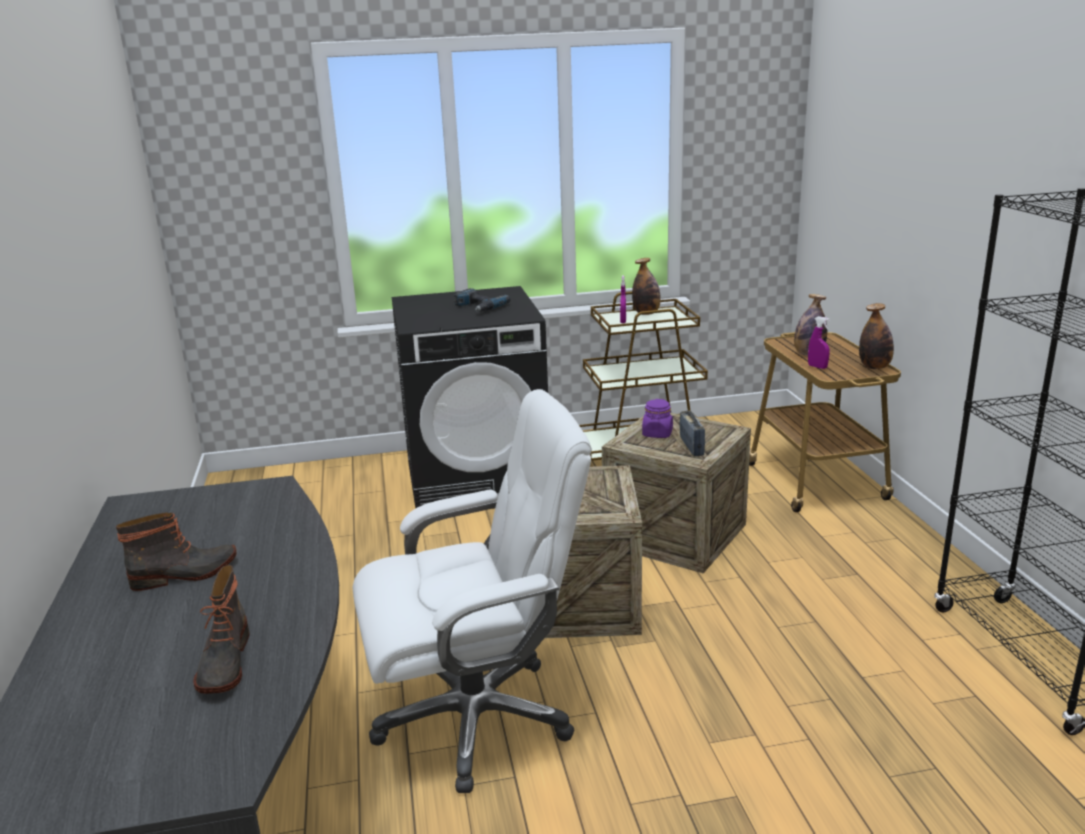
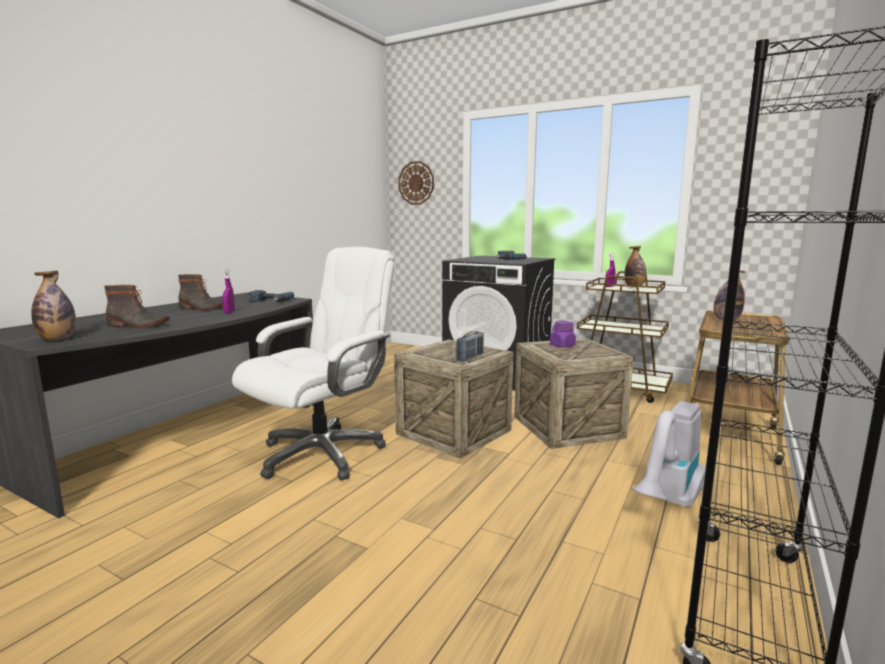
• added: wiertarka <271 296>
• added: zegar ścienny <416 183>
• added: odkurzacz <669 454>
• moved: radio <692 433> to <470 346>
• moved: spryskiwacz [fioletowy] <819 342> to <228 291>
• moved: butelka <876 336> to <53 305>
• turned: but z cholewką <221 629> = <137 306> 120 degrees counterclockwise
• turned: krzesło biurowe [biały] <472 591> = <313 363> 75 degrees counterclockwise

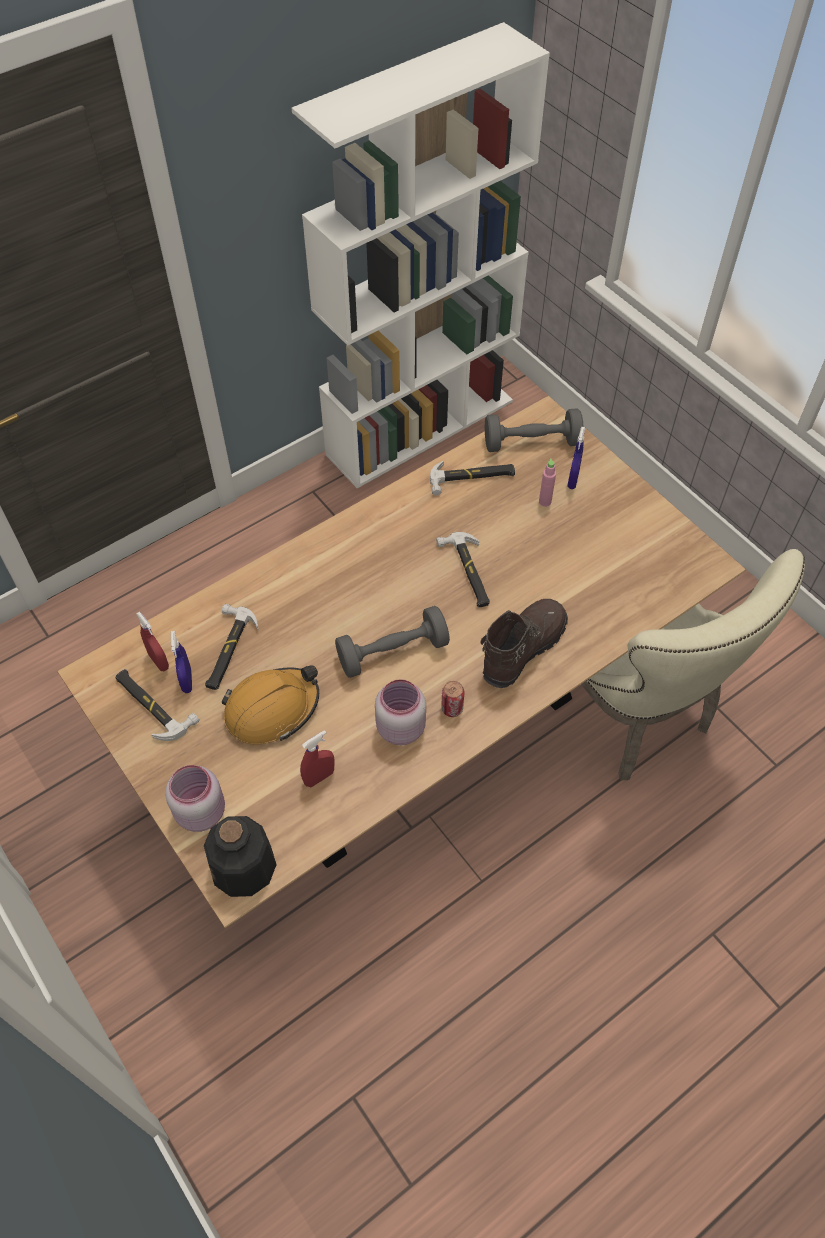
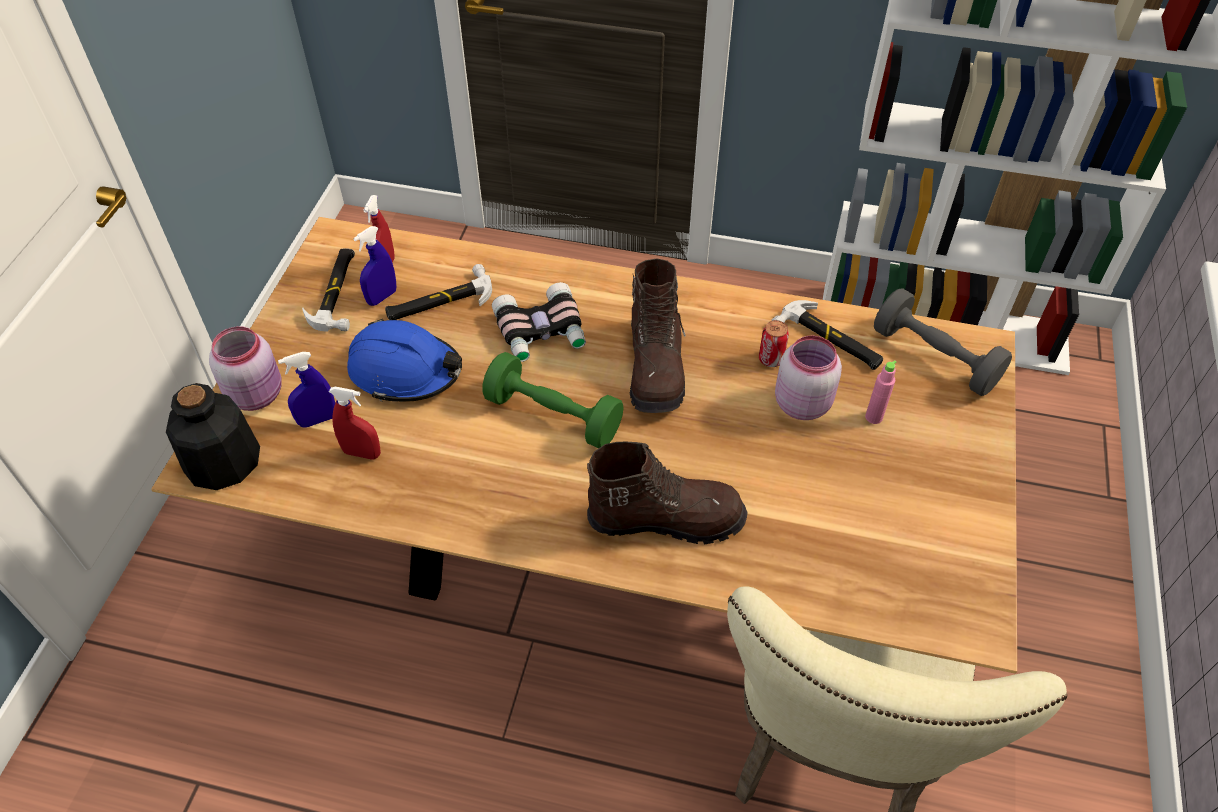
• removed: młotek <463 569>
• added: lornetka <539 322>
• added: but z cholewką [brązowy] <658 335>
• moved: słoik [różowy] <400 712> to <808 378>
• moved: puszka <453 699> to <774 343>
• moved: spryskiwacz [niebieski] <576 458> to <306 390>
• recoloured: kask [pomarańczowy] <270 705> to kask [niebieski] <404 360>
• recoloured: hantel [szary] <392 642> to hantel [zielony] <553 400>

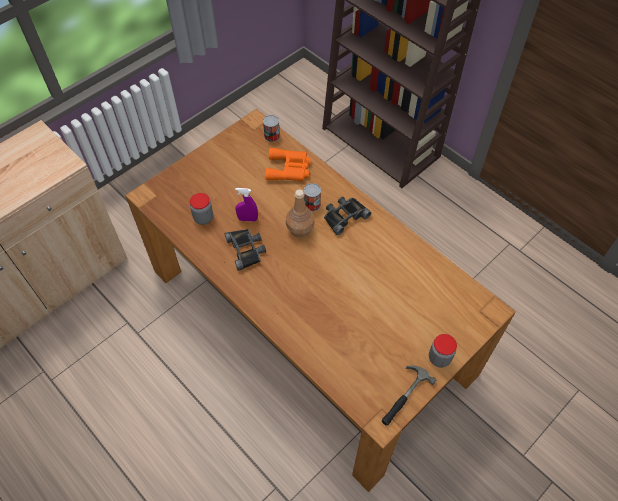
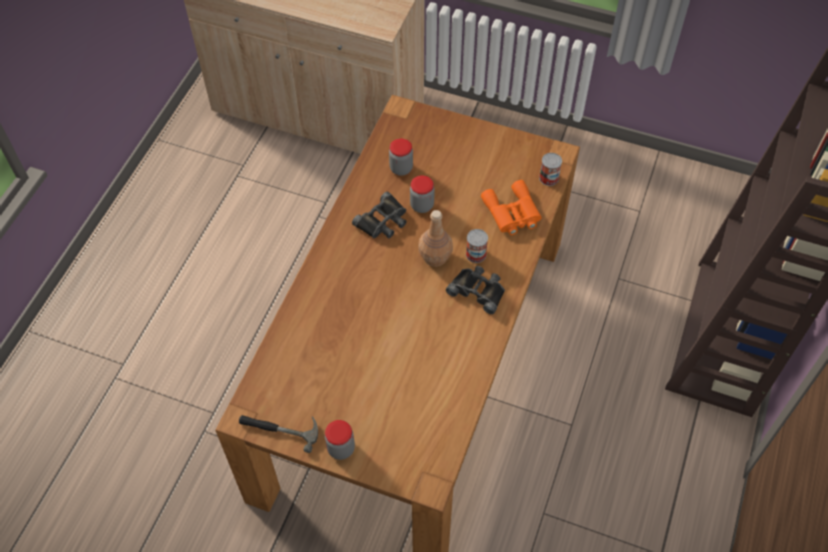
• replaced: spryskiwacz [fioletowy] <246 205> to słoik <422 194>

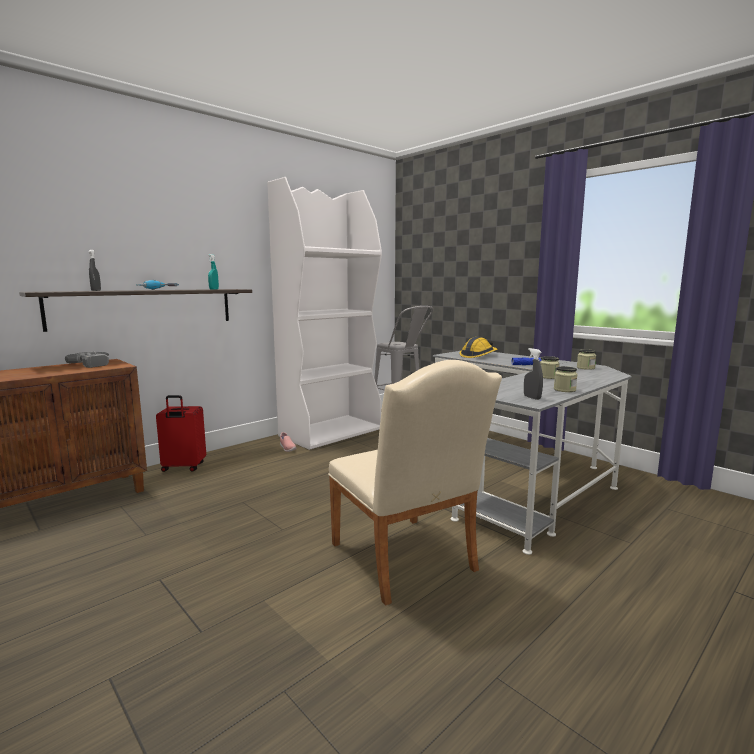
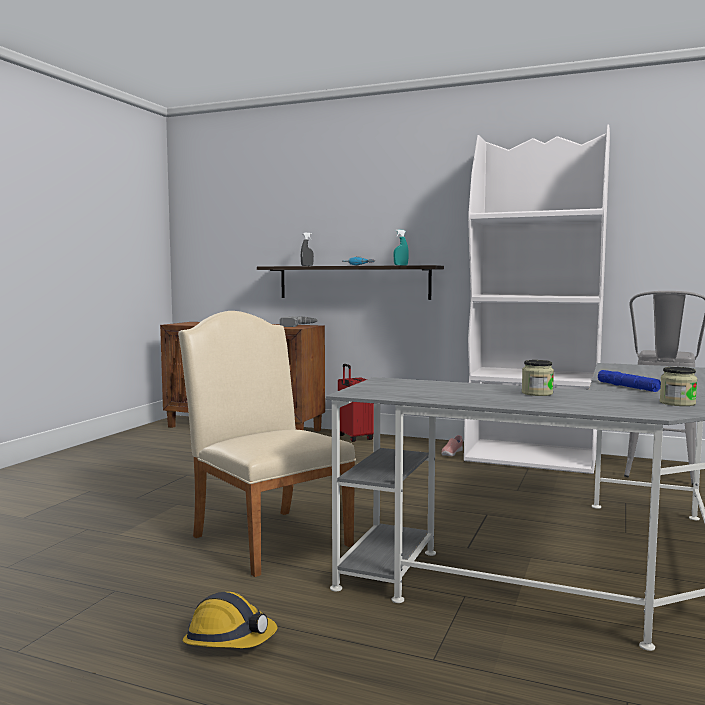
• removed: spryskiwacz [szary] <533 374>
• removed: słoik <566 379>
• moved: kask <478 347> to <230 620>
• turned: krzesło [beżowy] <415 483> = <267 444> 105 degrees clockwise

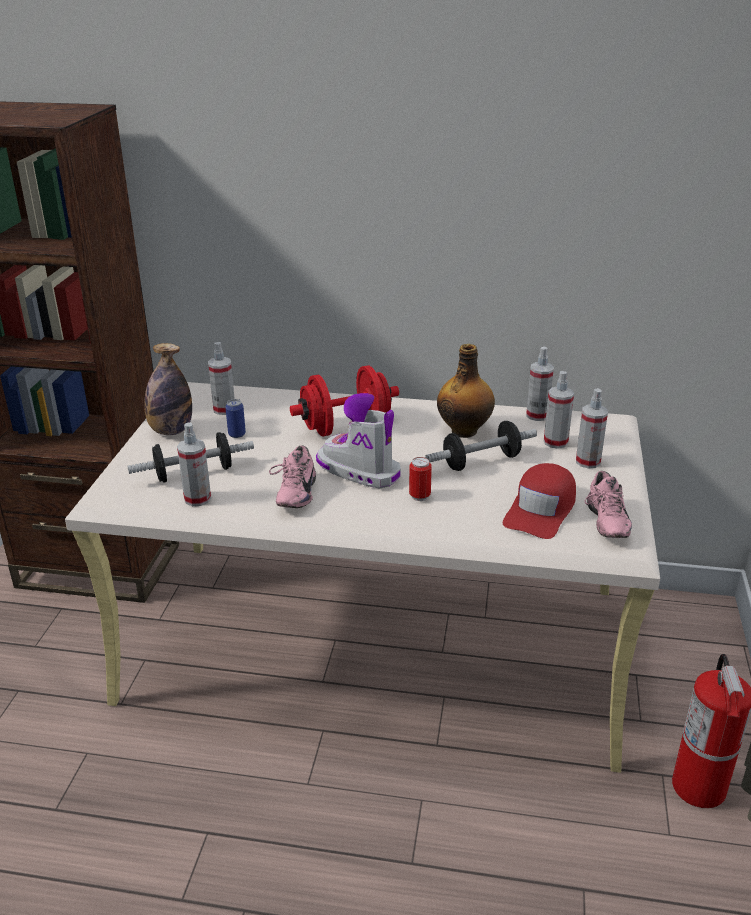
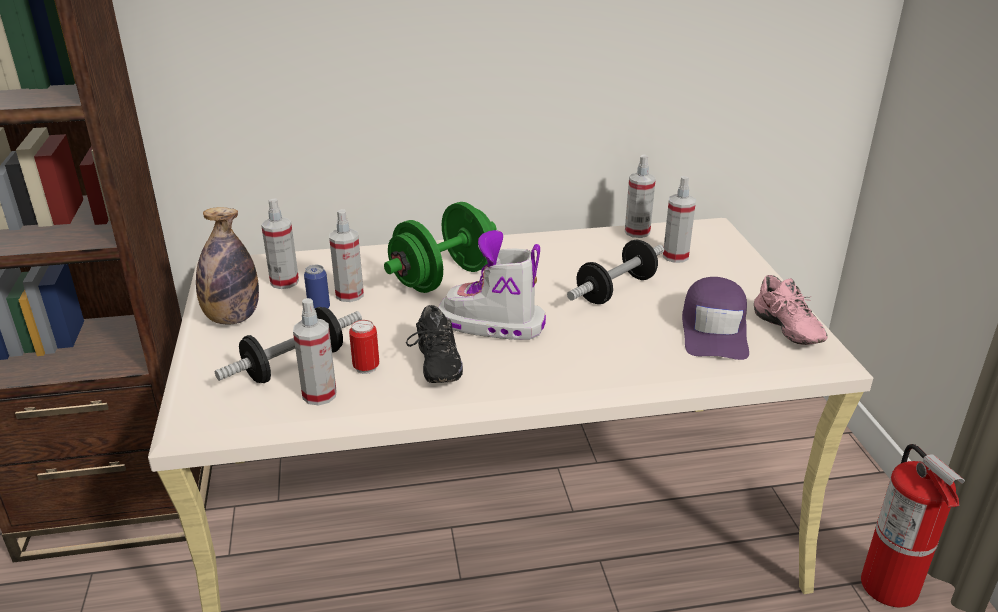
• removed: butelka <466 391>
• moved: puszka <420 479> to <364 347>
• moved: spryskiwacz <592 428> to <346 255>
• recoloured: but [różowy] <292 477> to but [czarny] <434 344>
• recoloured: hantel [czerwony] <344 401> to hantel [zielony] <440 247>
• recoloured: czapka z daszkiem [czerwony] <539 501> to czapka z daszkiem [fioletowy] <715 318>

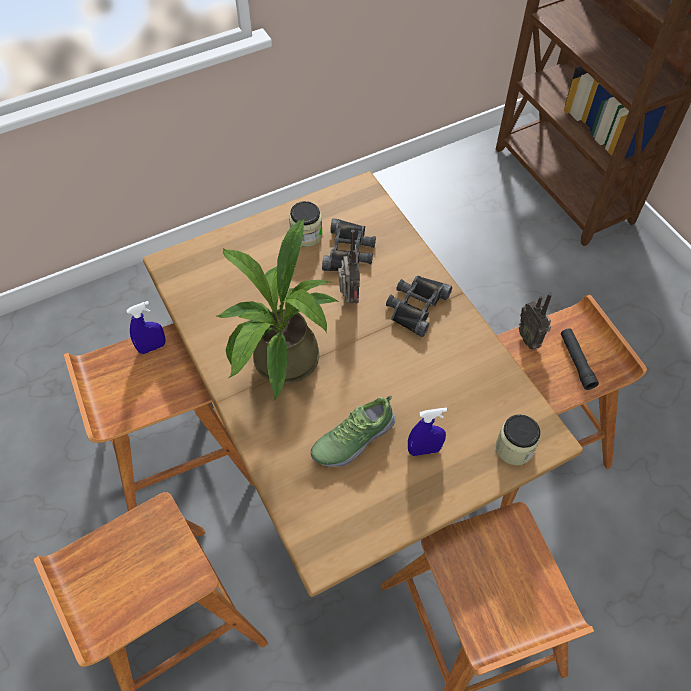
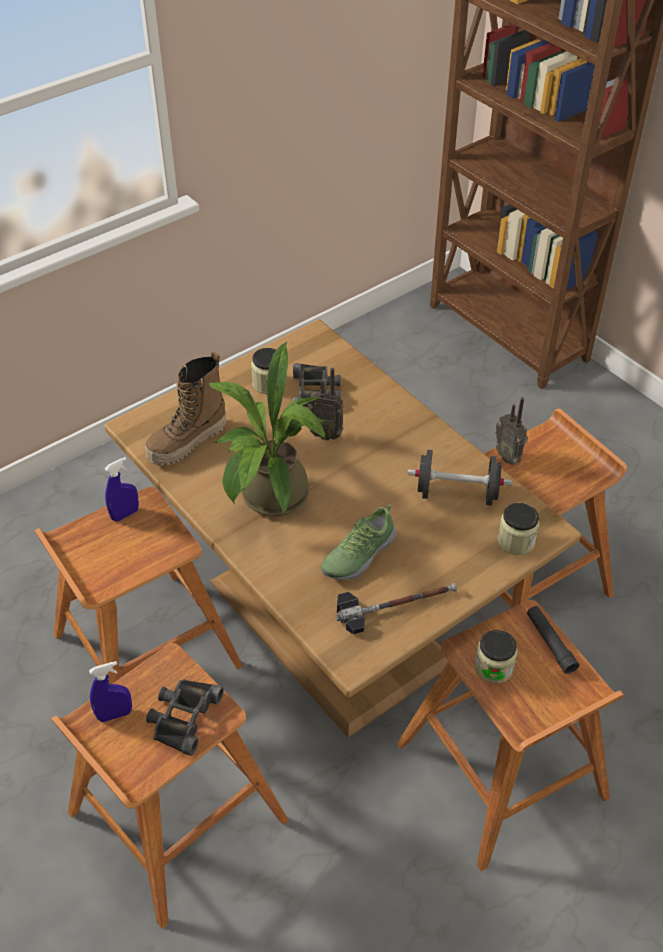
• added: but z cholewką <185 408>
• added: młotek <396 608>
• added: hantel [czarny] <459 477>
• added: słoik <496 657>
• moved: lornetka [czarny] <419 306> to <185 717>
• moved: spryskiwacz [niebieski] <427 432> to <110 691>
• moved: latarka [czarny] <580 359> to <553 640>
• turned: radio <349 267> = <324 404> 120 degrees clockwise

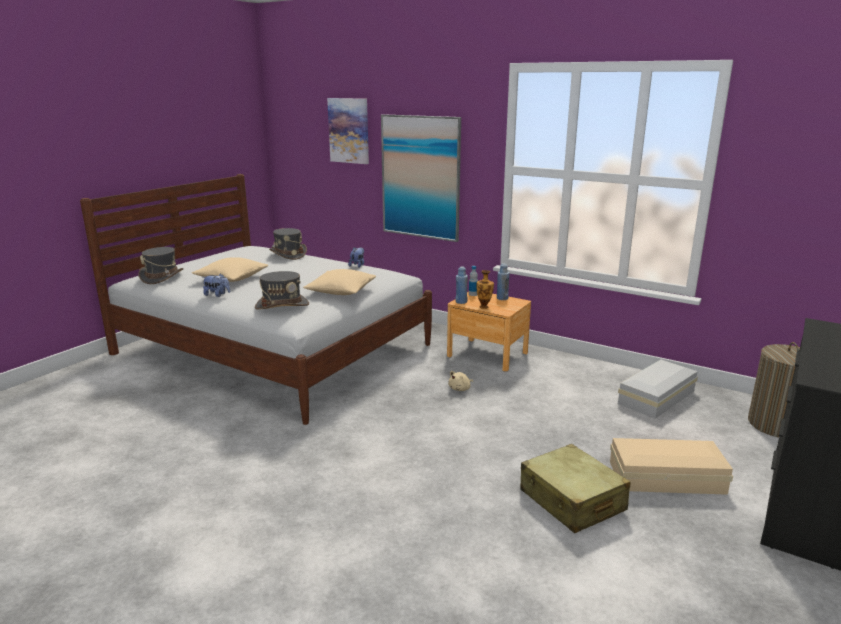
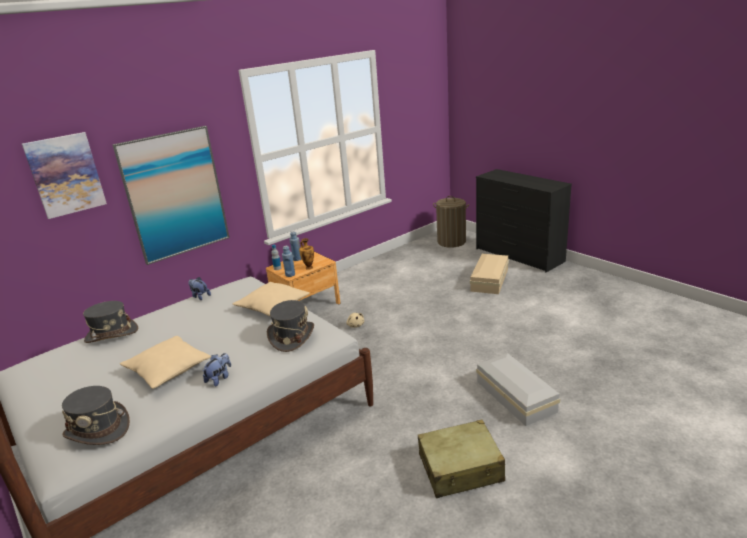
• moved: walizka [beżowy] <575 488> to <461 459>
• moved: pojemnik do przechowywania [biały] <658 389> to <518 389>

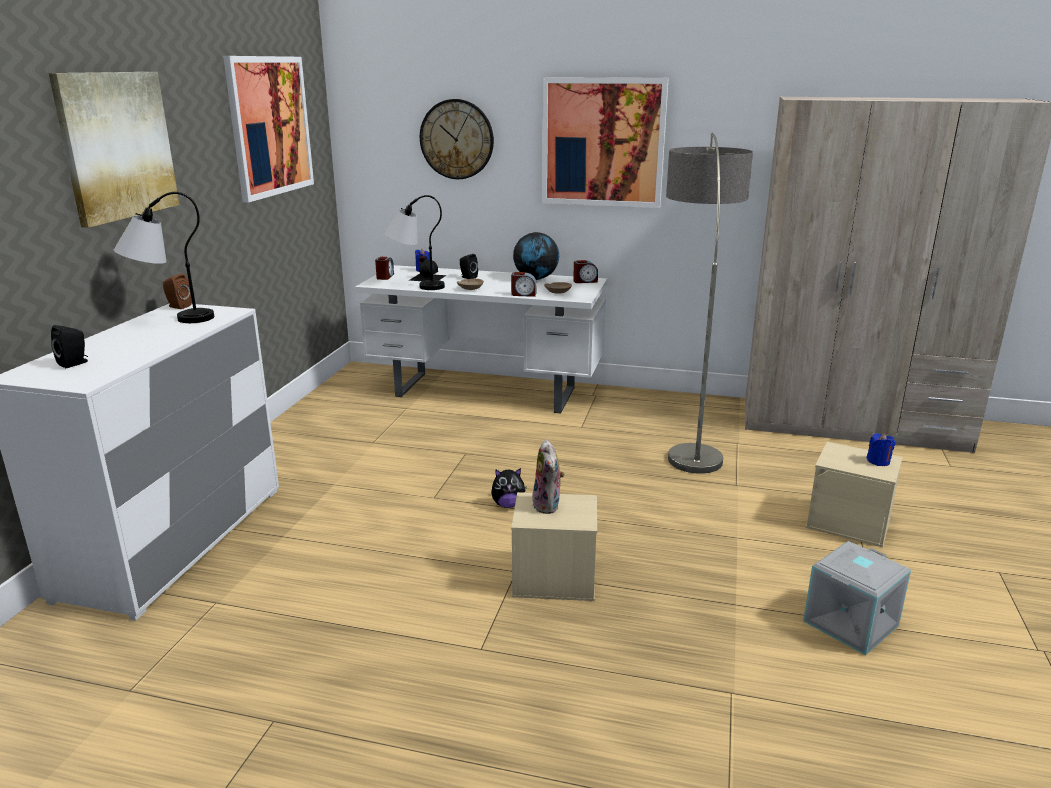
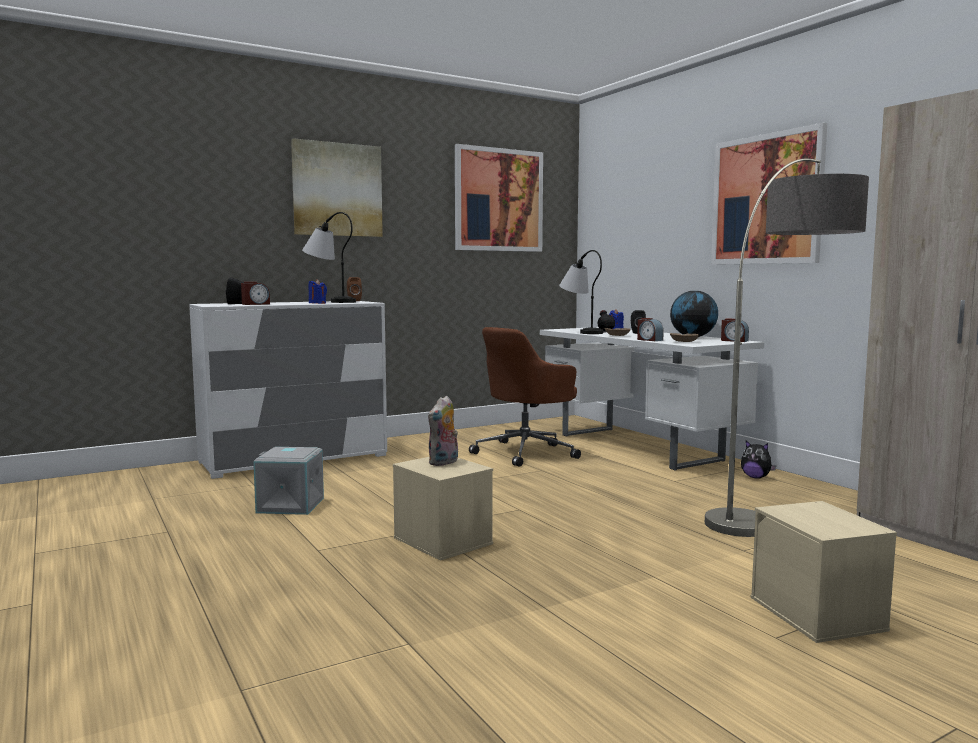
• removed: zegar ścienny <457 139>
• added: krzesło biurowe [brązowy] <525 397>
• moved: budzik <384 268> to <255 293>
• moved: pluszak <509 488> to <758 459>
• moved: pojemnik do przechowywania [szary] <857 598> to <288 481>
• moved: świeca [niebieski] <881 449> to <318 291>

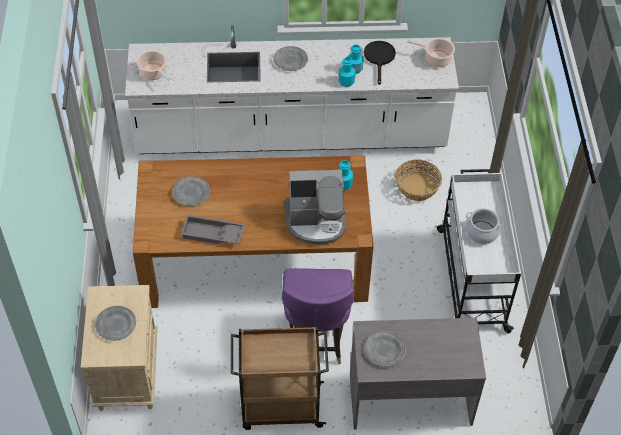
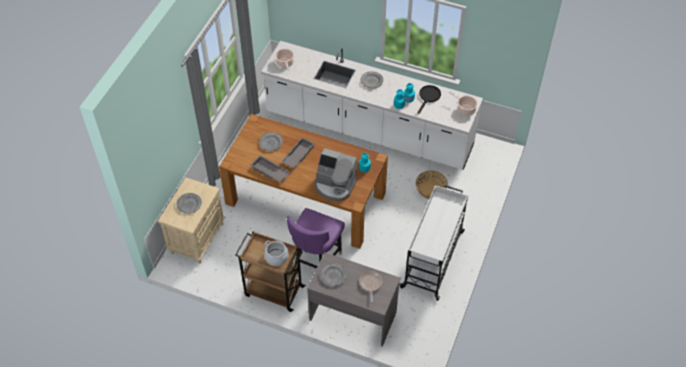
• added: taca [szary] <298 152>
• added: patelnia <370 286>
• moved: garnek <485 226> to <276 253>

